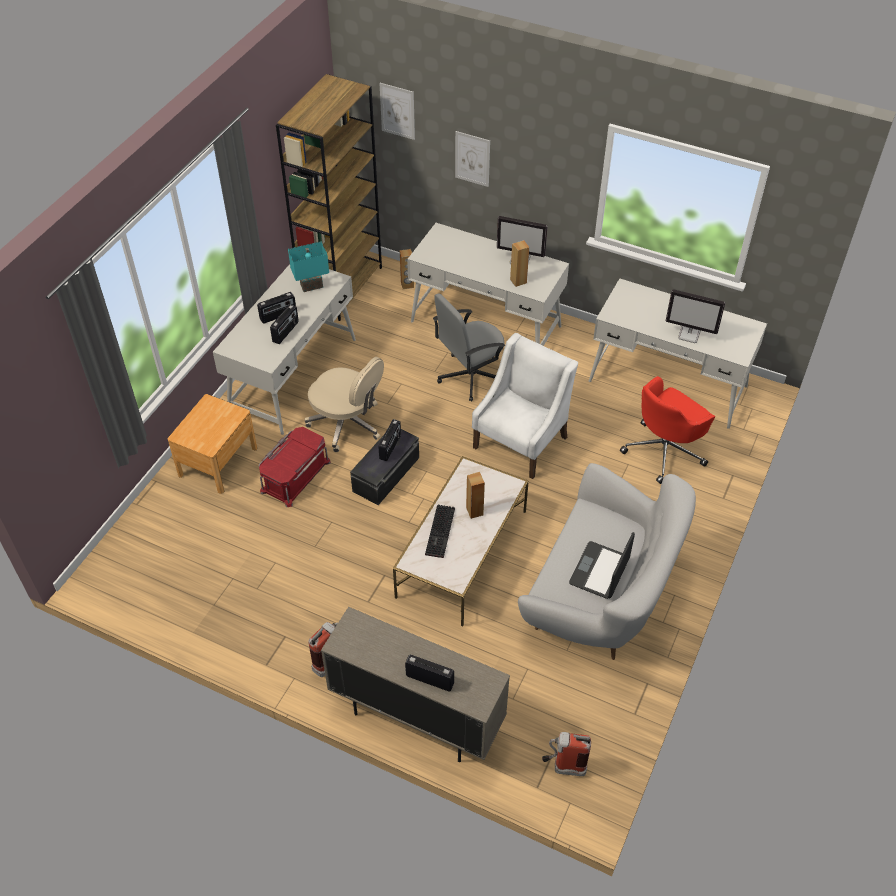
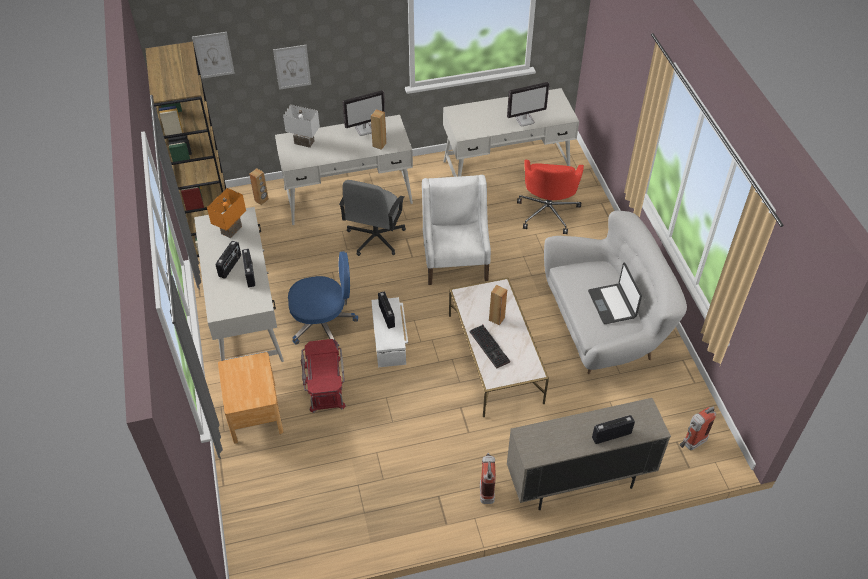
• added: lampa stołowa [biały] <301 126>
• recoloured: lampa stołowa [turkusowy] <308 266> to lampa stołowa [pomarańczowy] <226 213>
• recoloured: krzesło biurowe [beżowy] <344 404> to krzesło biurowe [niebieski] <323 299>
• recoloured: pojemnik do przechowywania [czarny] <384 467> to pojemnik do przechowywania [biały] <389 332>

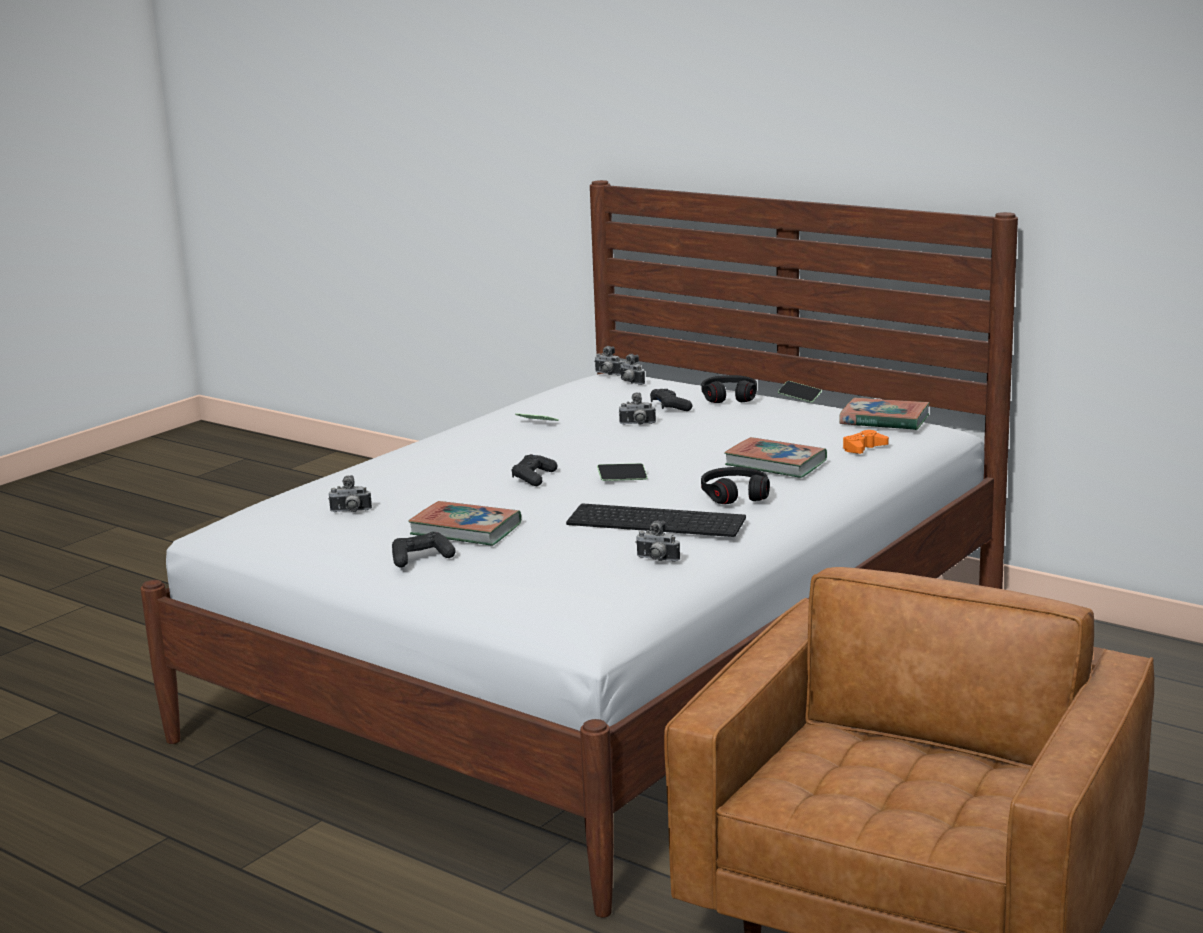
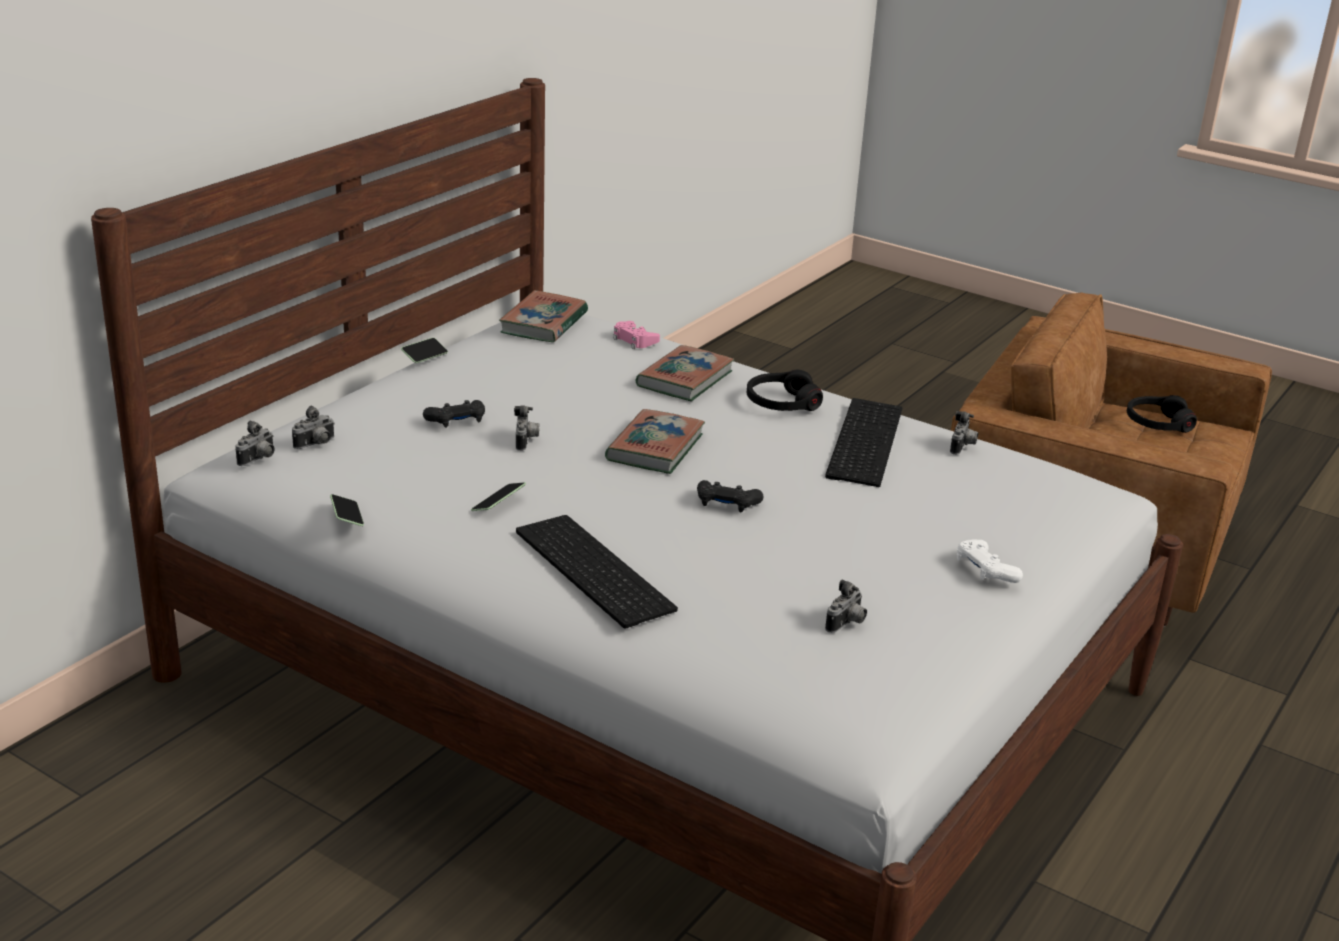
• added: klawiatura <597 571>
• moved: książka <464 523> to <655 441>
• moved: telefon <622 472> to <347 510>
• moved: słuchawki [czarny] <729 389> to <1162 414>
• recoloured: pad do gier [czarny] <424 549> to pad do gier [biały] <990 561>
• recoloured: pad do gier [pomarańczowy] <866 442> to pad do gier [różowy] <636 335>
• turned: aparat fotograficzny <350 493> = <846 606> 45 degrees clockwise

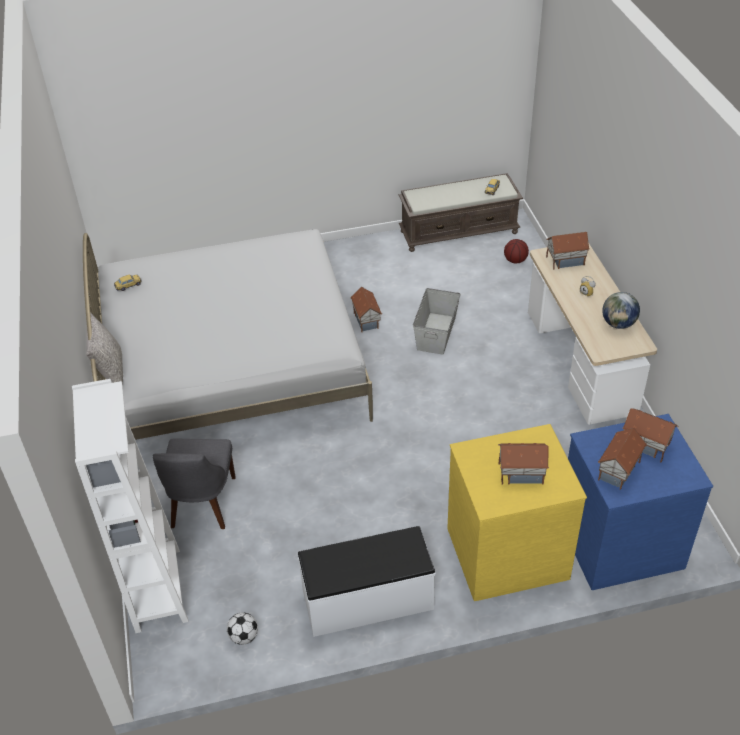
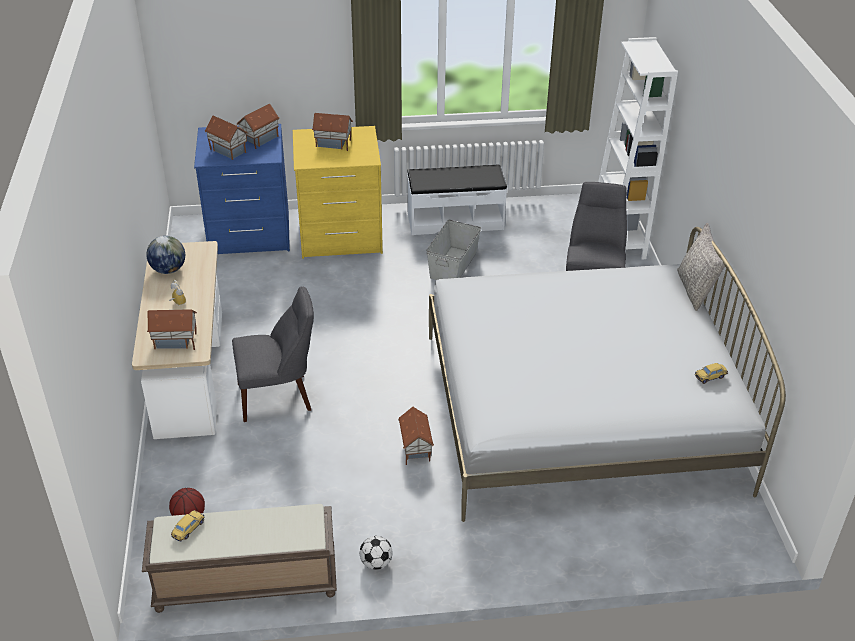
• added: krzesło [szary] <273 354>
• moved: piłka futbolowa <242 629> to <376 553>
• moved: pojemnik do przechowywania [szary] <437 321> to <453 250>

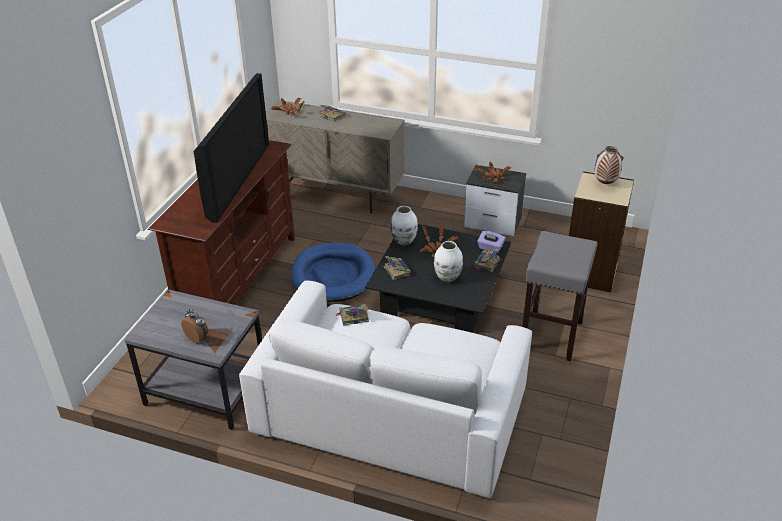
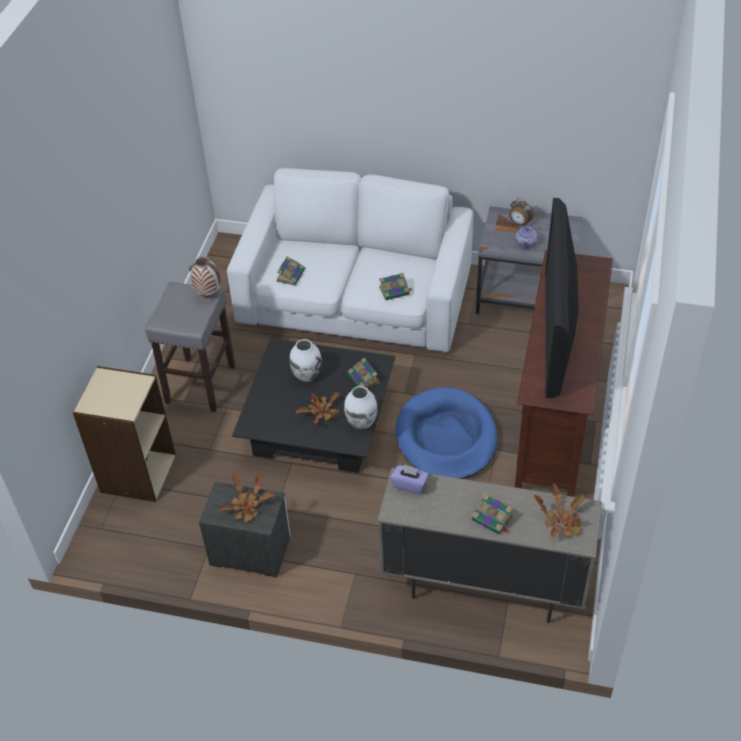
• added: imbryk <526 235>
• moved: książka <487 260> to <290 271>
• moved: pudełko chusteczek [fioletowy] <491 242> to <410 479>
• moved: wazon <608 165> to <205 277>

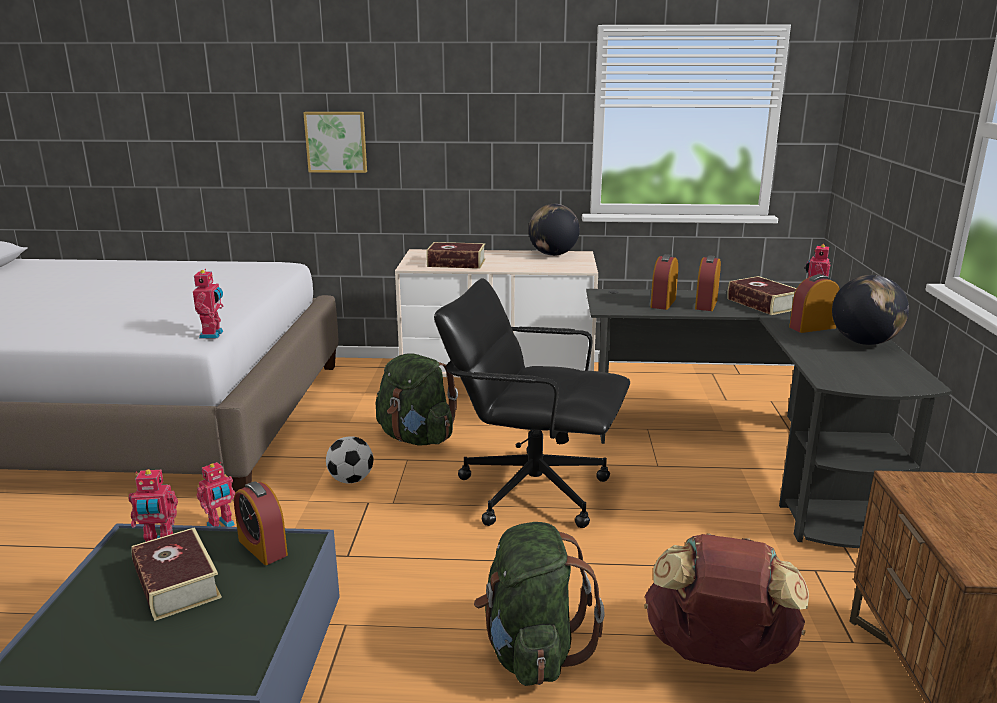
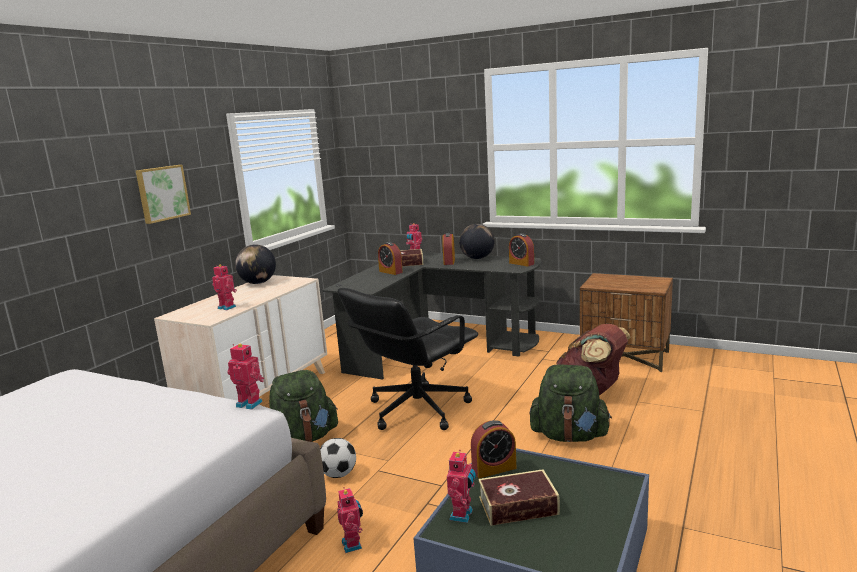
• moved: obraz <335 142> to <163 194>
• moved: budzik <664 282> to <521 250>
• replaced: książka <455 255> to robot zabawkowy <224 287>

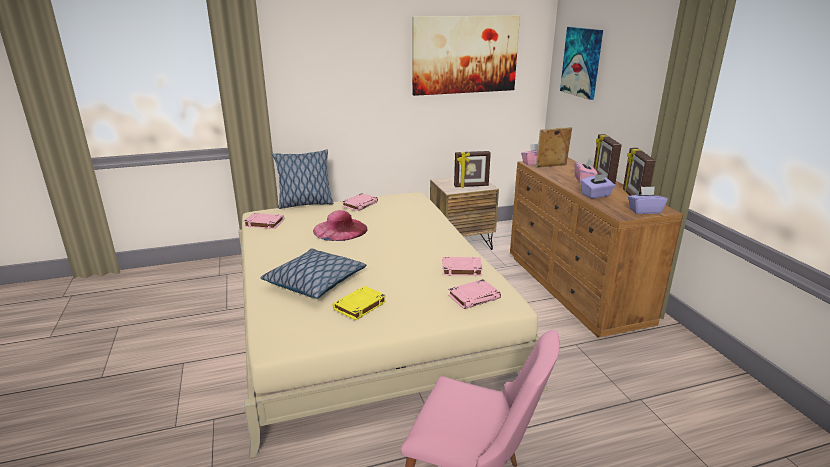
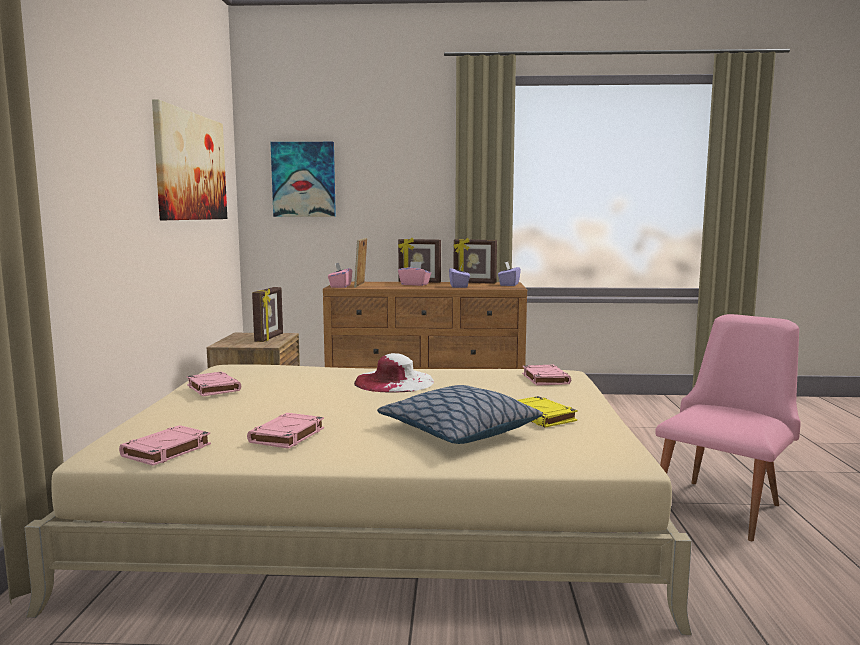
• removed: poduszka <302 179>
• removed: kapelusz [różowy] <340 225>
• added: kapelusz [biały] <394 373>
• moved: książka [różowy] <462 266> to <285 431>

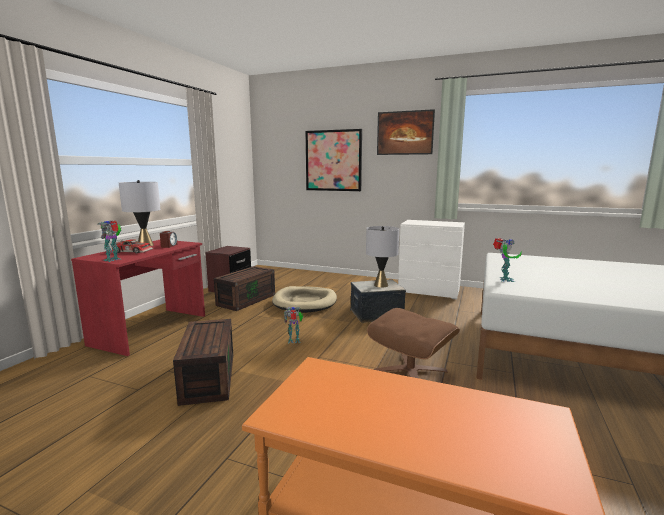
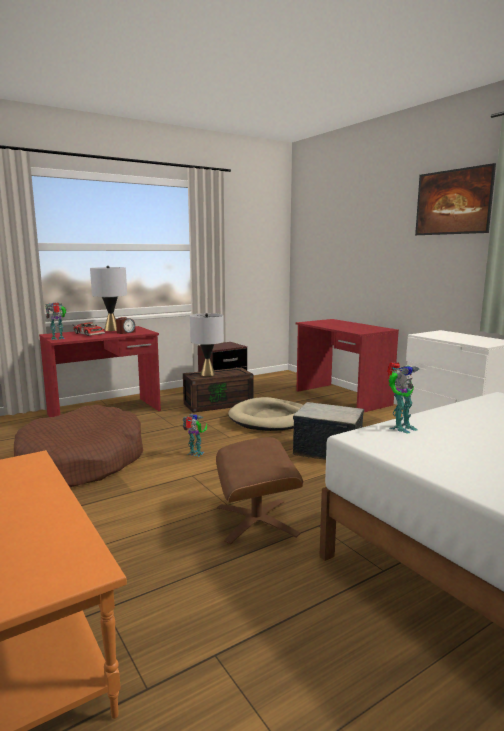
• removed: obraz <333 160>
• added: biurko [czerwony] <347 365>
• moved: lampa stołowa [szary] <382 257> to <207 344>
• replaced: pojemnik do przechowywania [brązowy] <203 362> to legowisko [brązowy] <78 446>

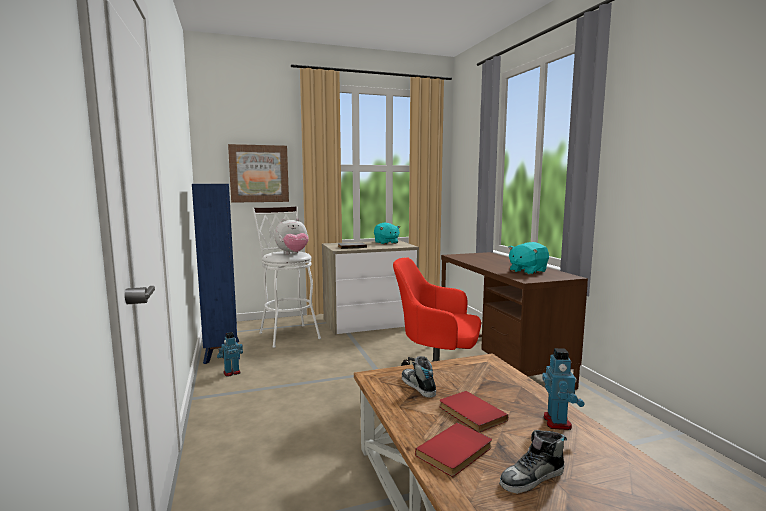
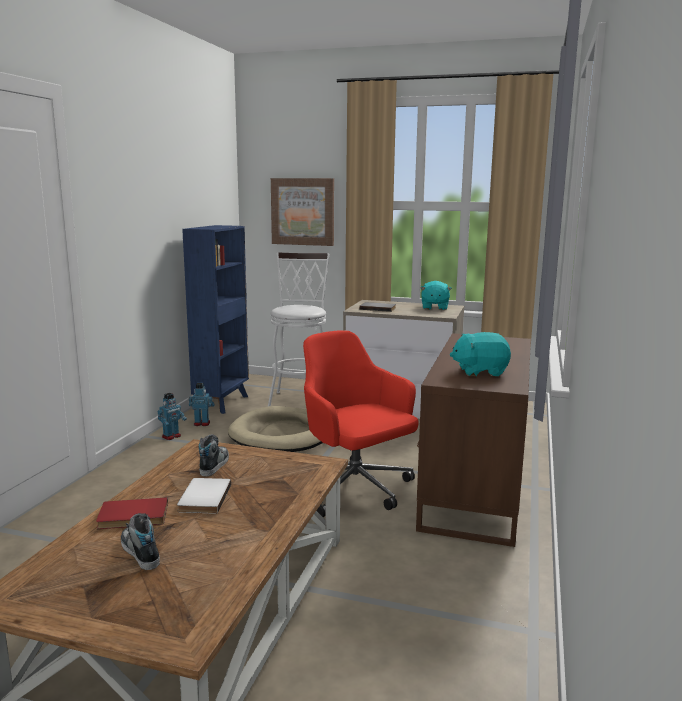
• removed: pluszak <291 236>
• added: legowisko [beżowy] <275 429>
• moved: robot zabawkowy <563 389> to <172 416>
• recoloured: książka [czerwony] <473 411> to książka [biały] <204 496>
• turned: but <533 462> = <140 541> 45 degrees clockwise

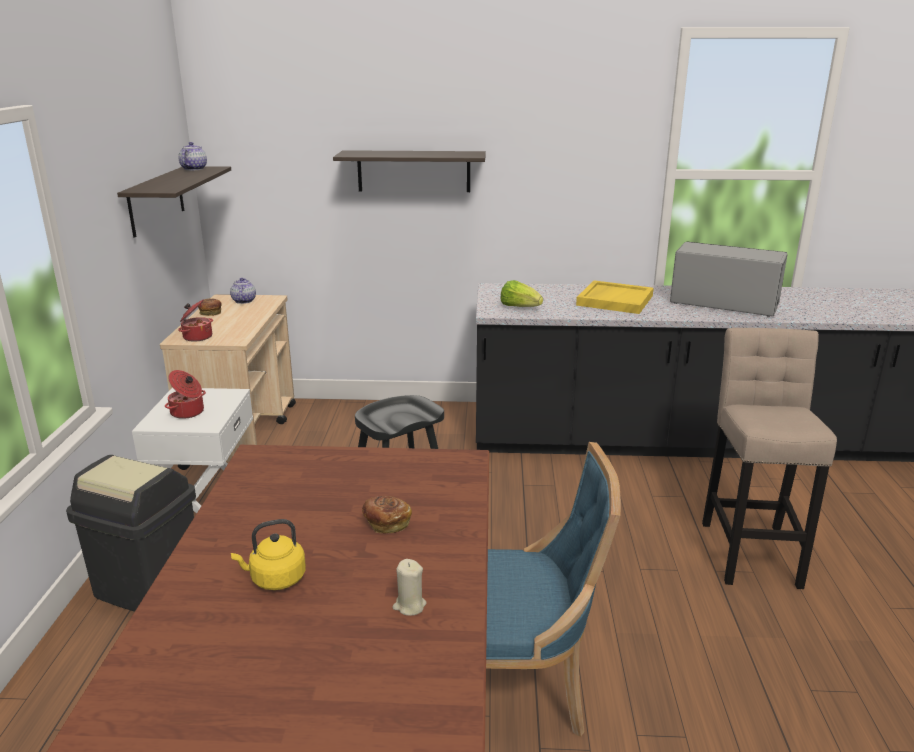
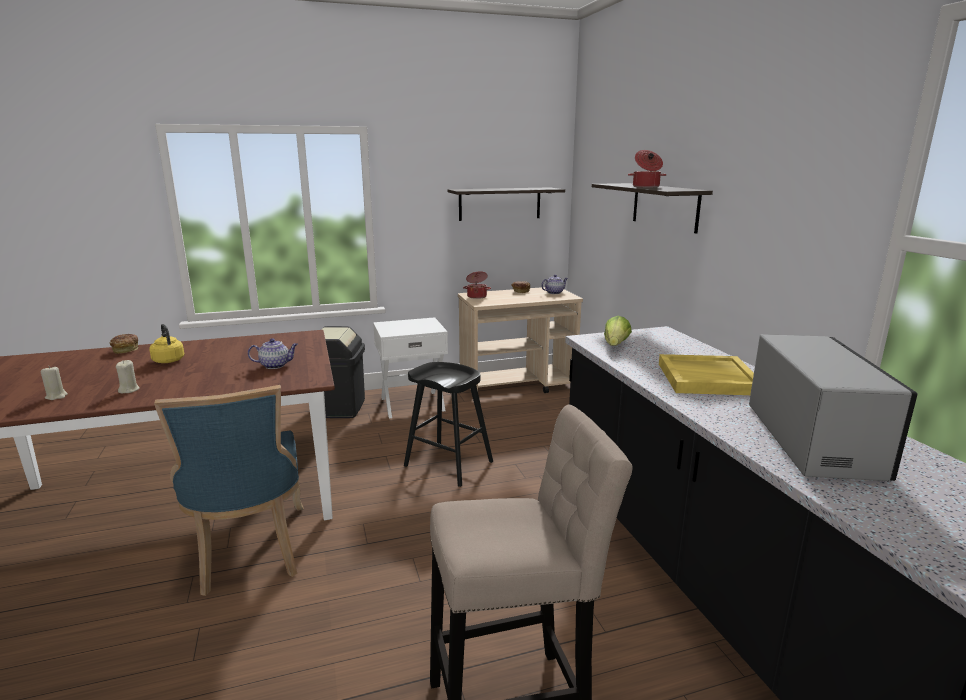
• added: świeca [beżowy] <54 383>
• moved: garnek <185 394> to <647 169>
• moved: imbryk <192 156> to <273 353>
• moved: chleb <387 515> to <124 344>

